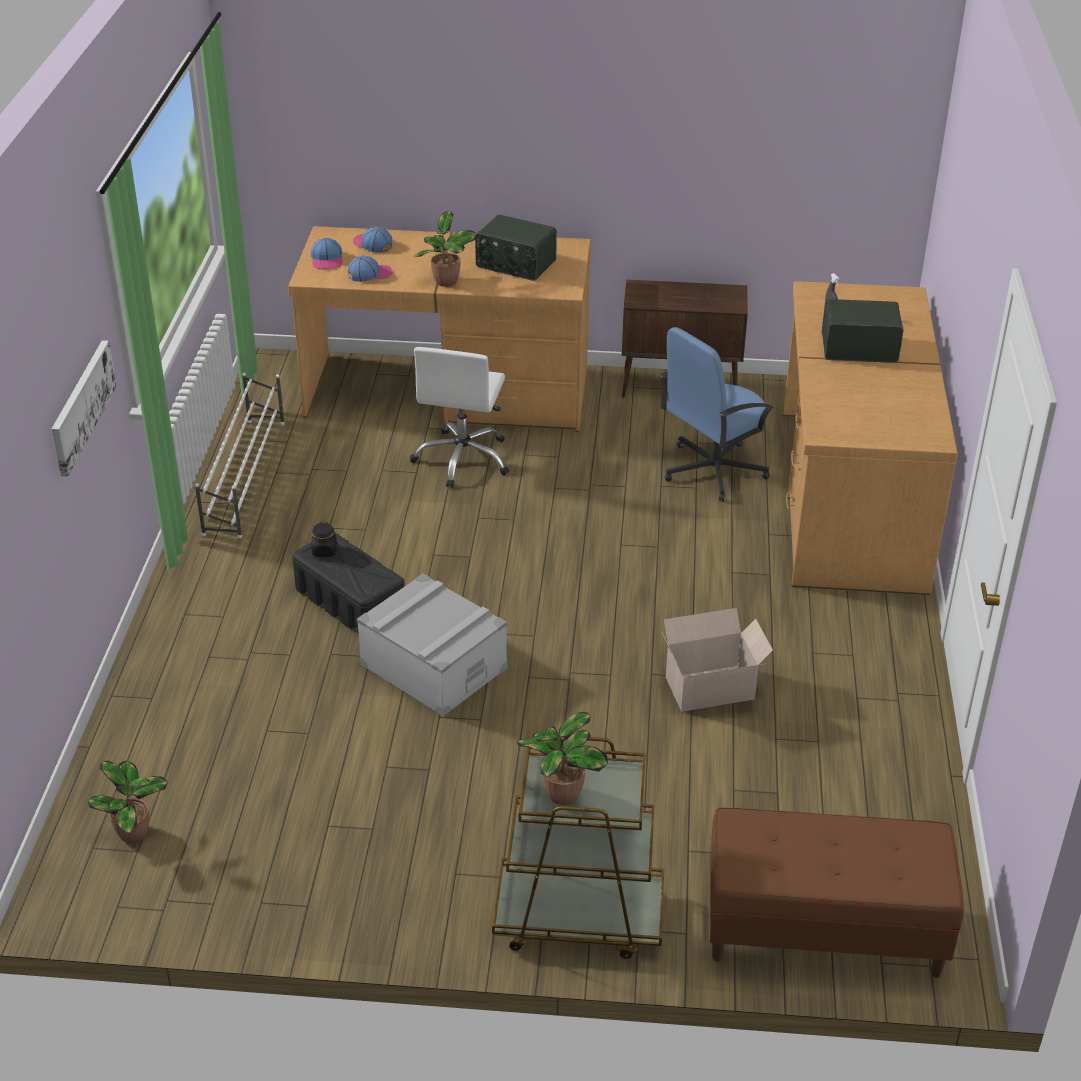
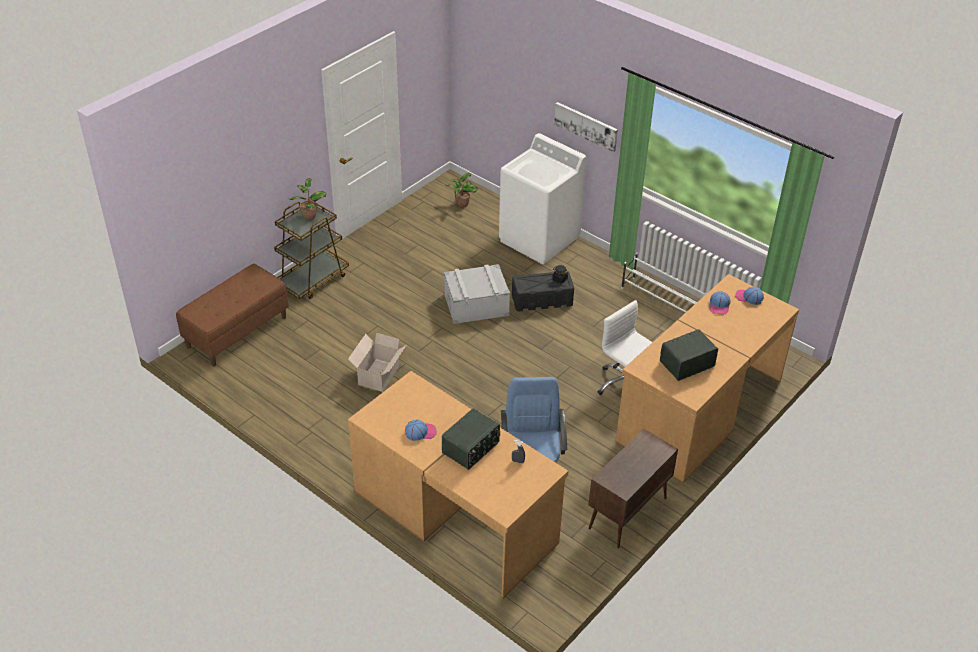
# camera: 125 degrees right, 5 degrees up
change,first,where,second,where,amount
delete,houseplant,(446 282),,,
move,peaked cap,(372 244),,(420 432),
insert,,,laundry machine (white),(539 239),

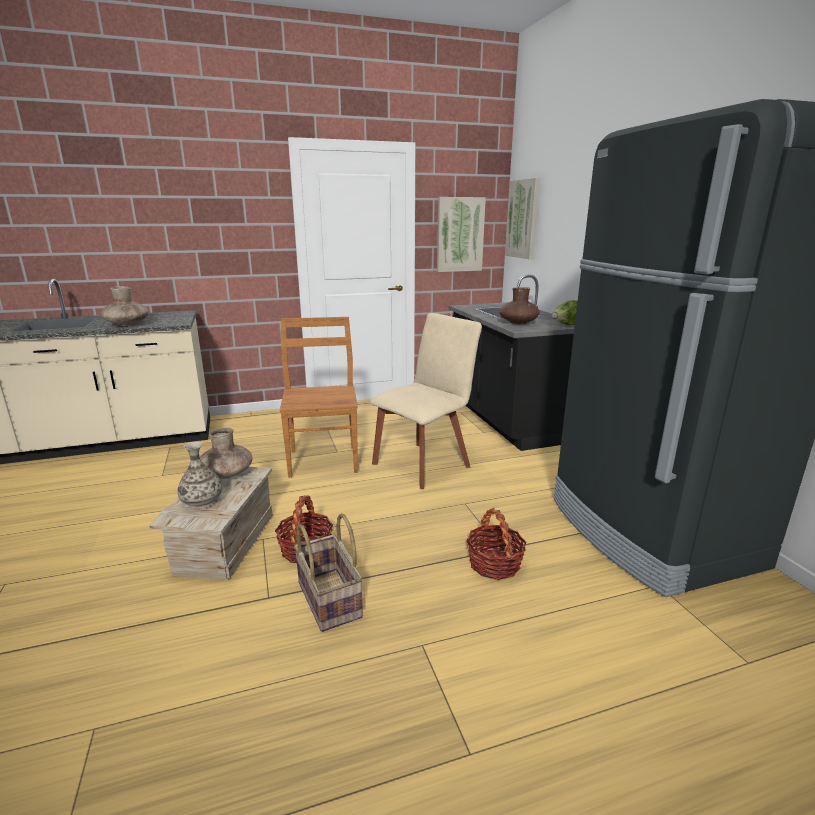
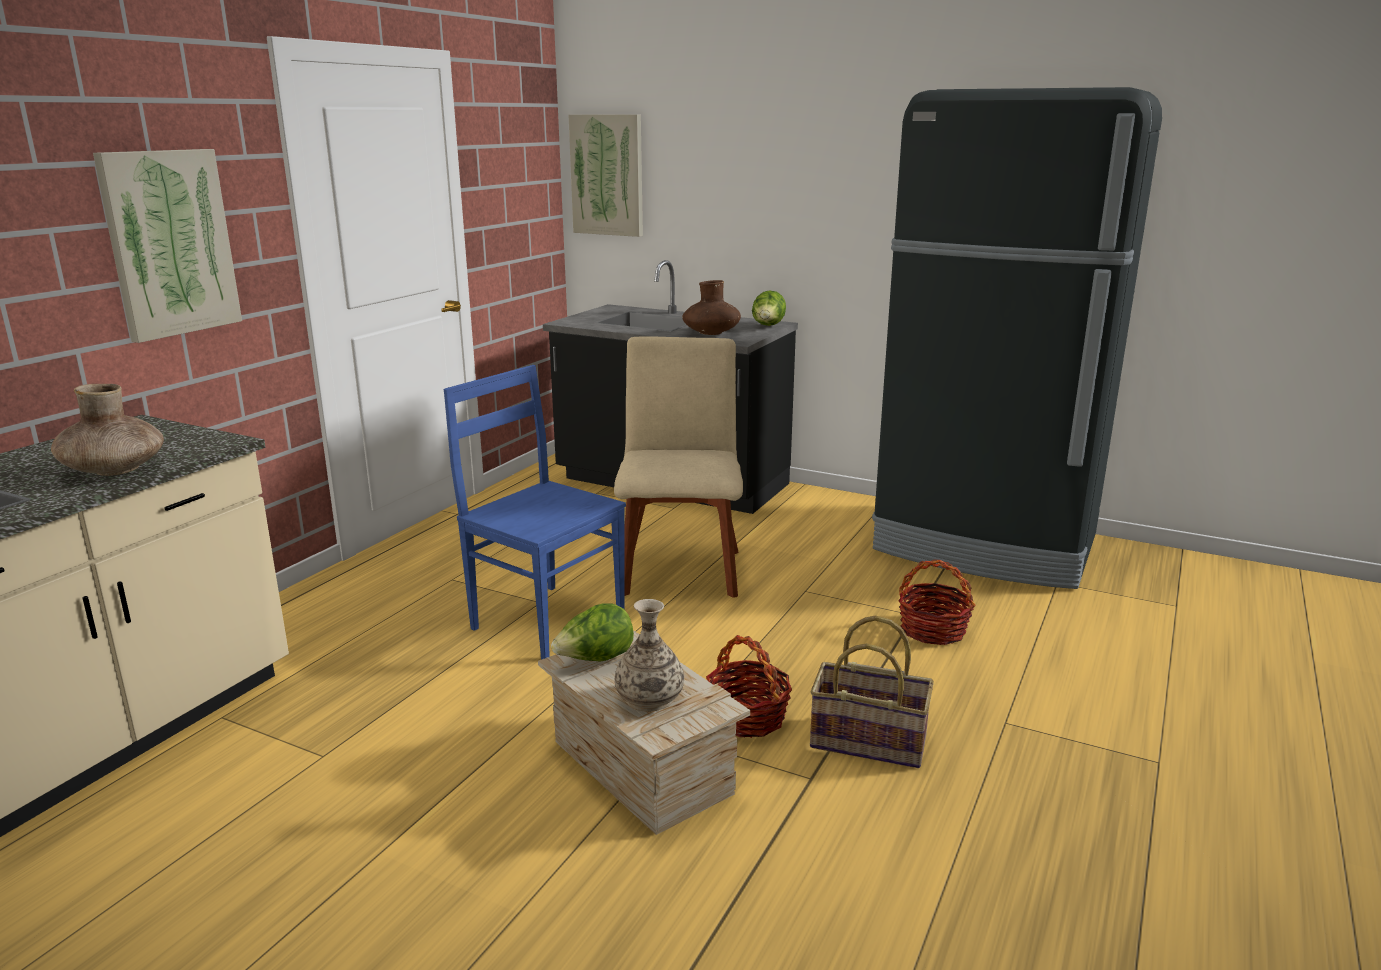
# camera: 45 degrees left, 0 degrees up
change,first,where,second,where,amount
move,wall art,(460 234),,(169 243),
recolor,upright chair (brown-coloured),(323 460),upright chair (blue),(545 619),
replace,vase (brown-coloured),(226 474),lettuce head,(595 660),

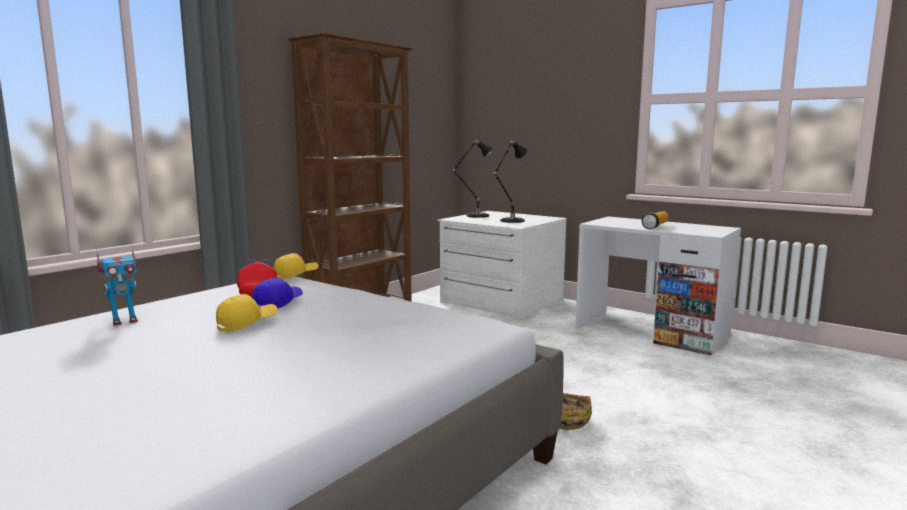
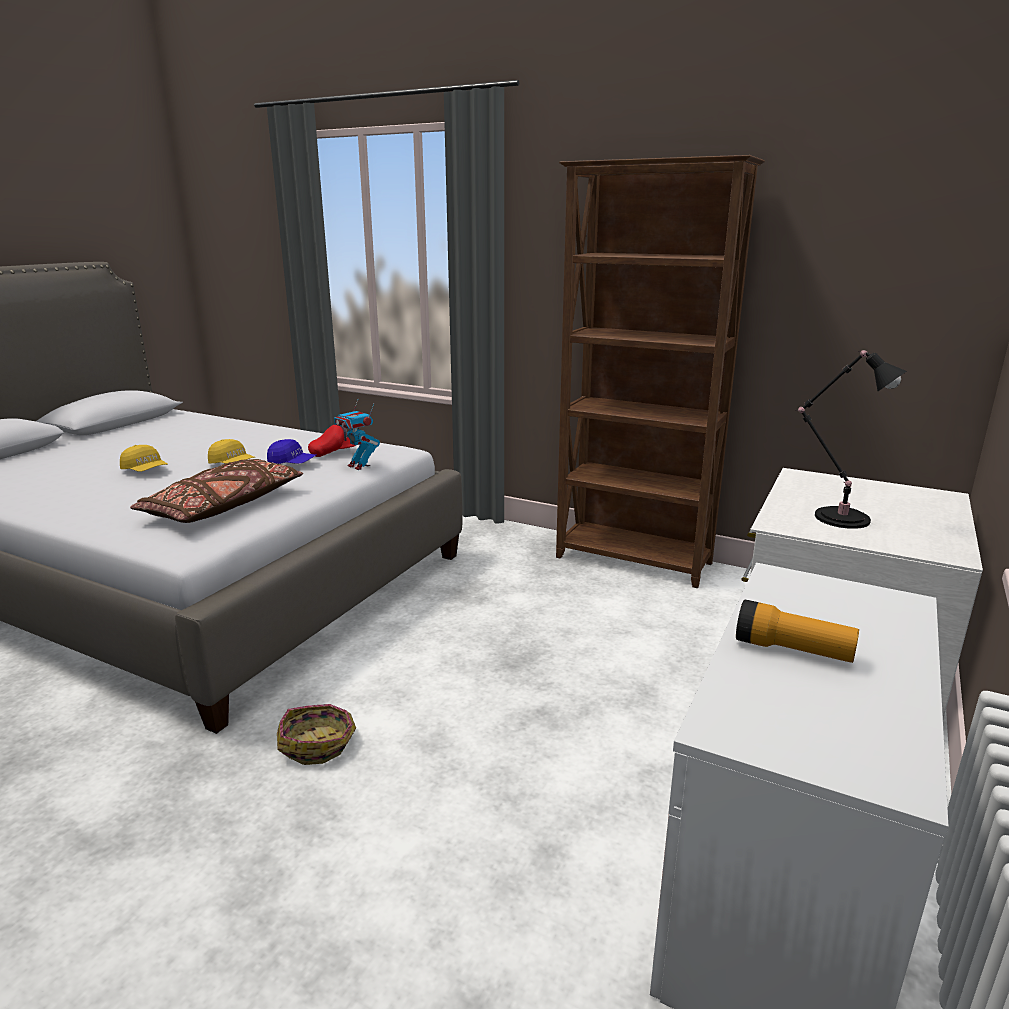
# camera: 80 degrees right, 10 degrees up
change,first,where,second,where,amount
delete,tabletop lamp (blackish),(475 216),,,
move,model robot,(124 321),,(359 466),
move,peaked cap (yellow),(296 275),,(145 471),
insert,,,throw pillow (brown-coloured),(224 506),

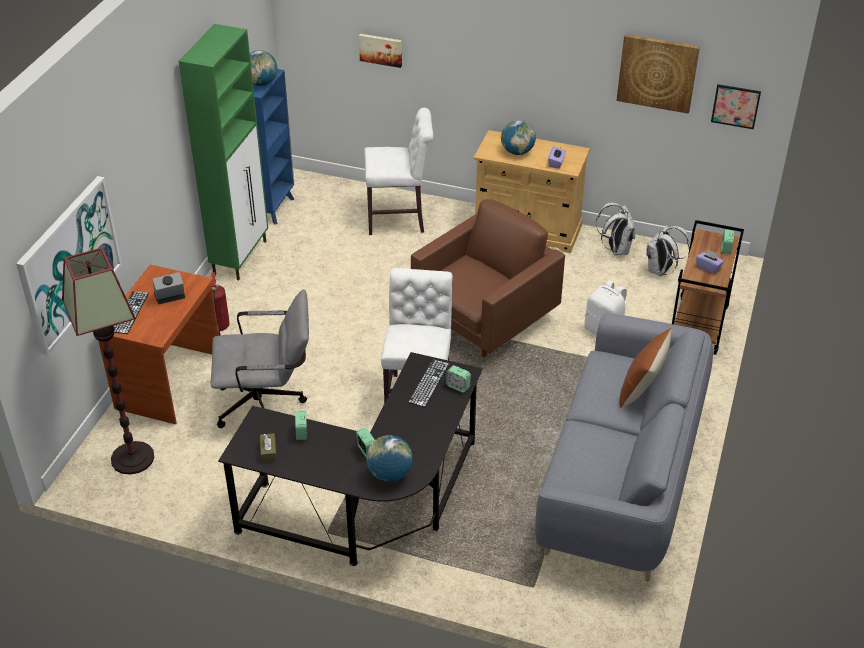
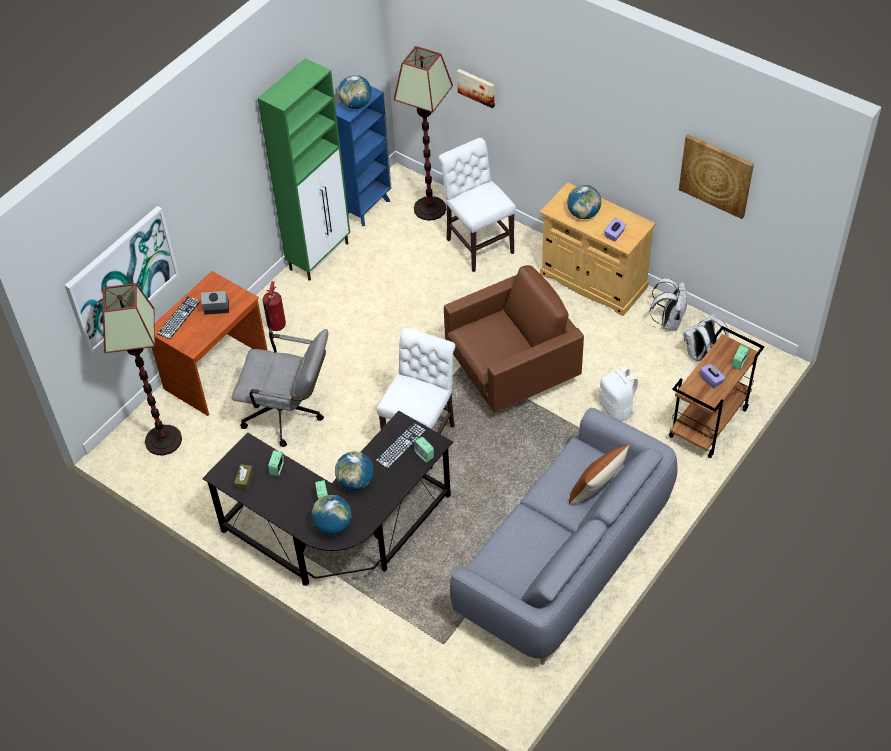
# camera: 20 degrees right, 10 degrees up
change,first,where,second,where,amount
delete,wall art,(735 106),,,
rotate,upright chair (white),(399 219),,(478 244),135 degrees counterclockwise
insert,,,floor lamp,(430 209),
insert,,,desk globe,(355 482),

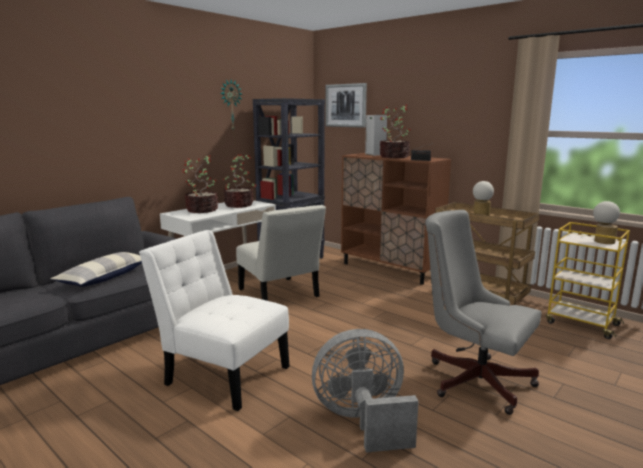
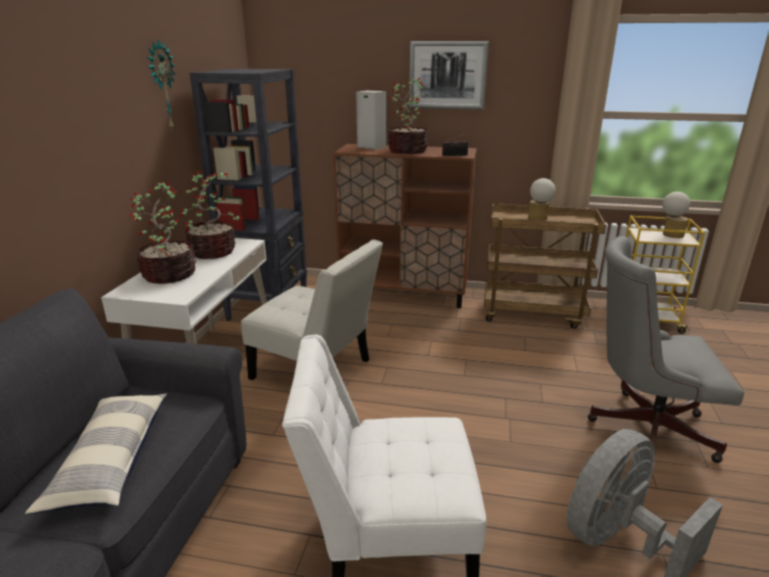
# camera: 30 degrees left, 10 degrees up
change,first,where,second,where,amount
move,wall art,(345 105),,(447 75),

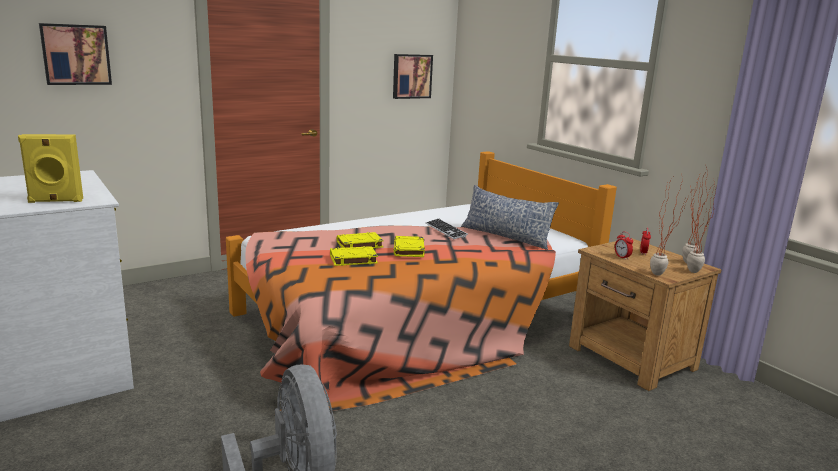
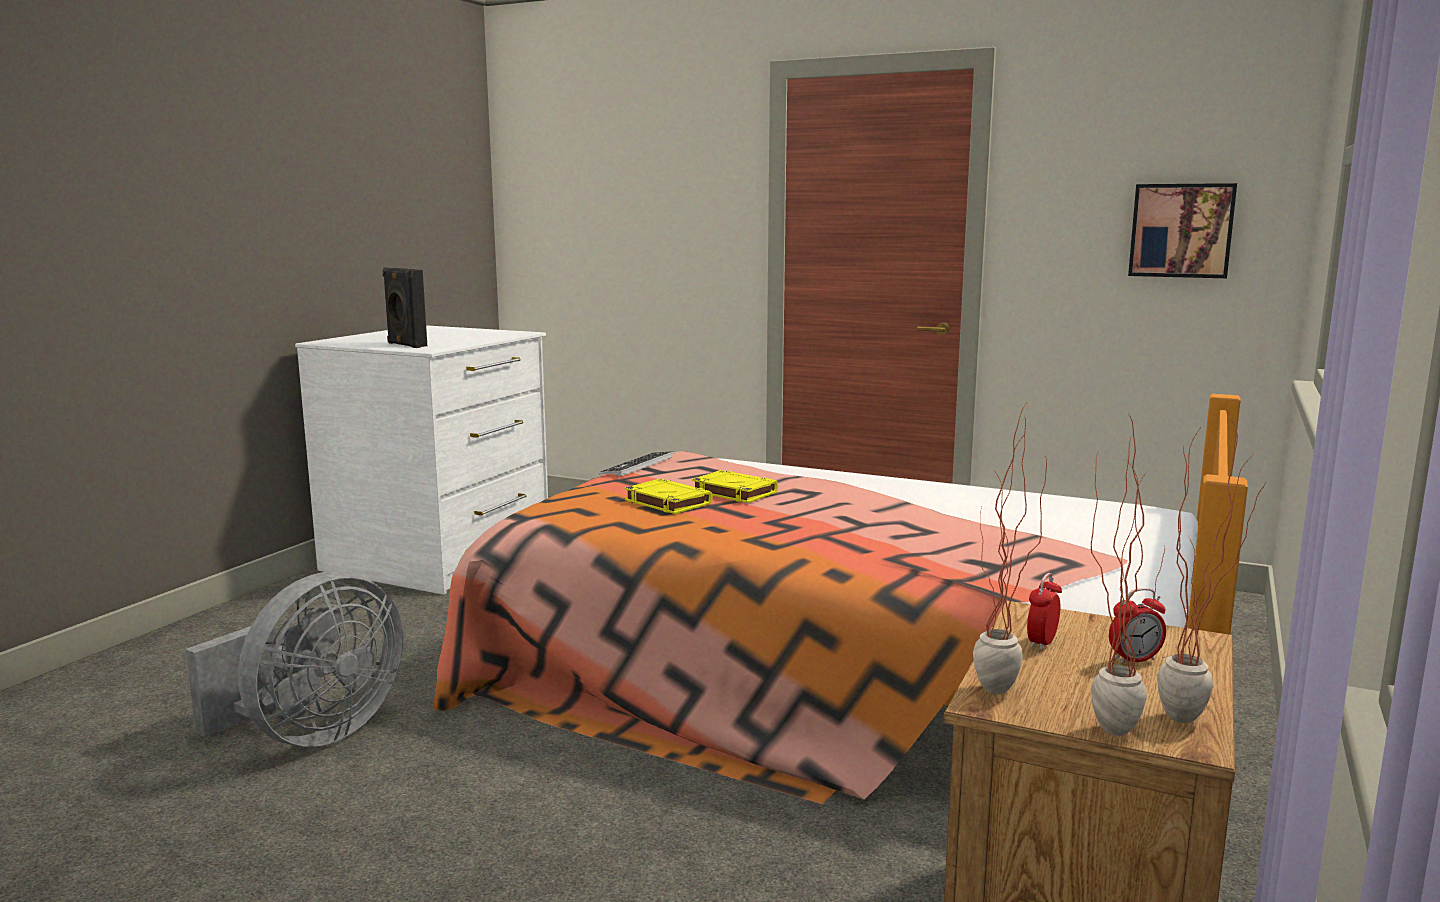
# camera: 60 degrees right, 5 degrees down
change,first,where,second,where,amount
delete,wall art,(76 54),,,
recolor,audio speaker (yellow),(55 201),audio speaker (blackish),(406 345),
delete,throw pillow,(505 236),,,
move,computer keyboard,(445 230),,(637 466),
delete,book (yellow),(409 250),,,

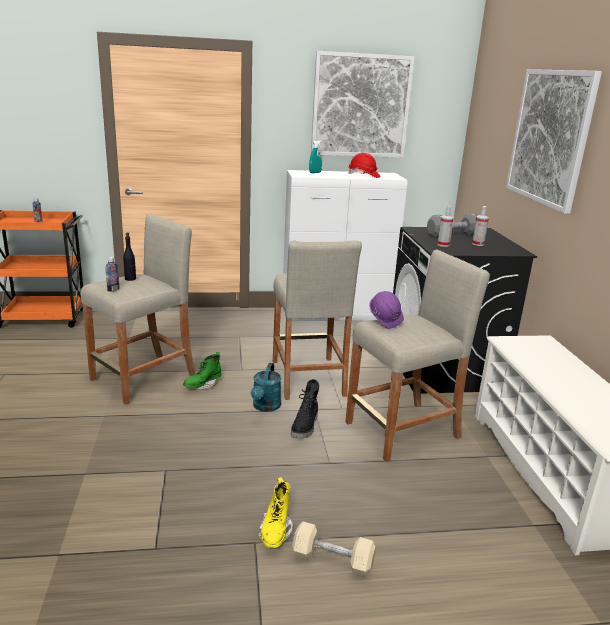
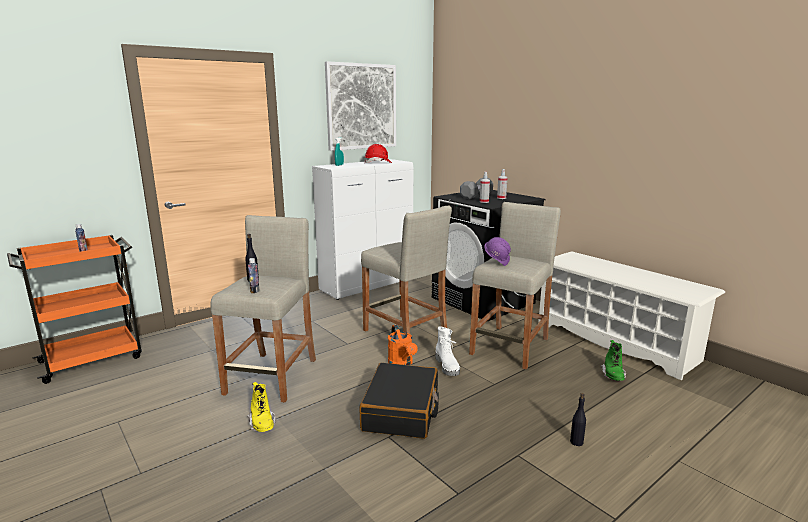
# camera: 30 degrees left, 5 degrees down
change,first,where,second,where,amount
delete,wall art,(550 137),,,
move,boot (greenish),(202 385),,(613 376),
recolor,sprinkling can (blue-green),(265 407),sprinkling can (orangey),(402 364),
recolor,boot (blackish),(305 426),boot (white),(447 366),
move,boot (yellow),(275 532),,(262 424),
replace,free weight (beige-coloured),(332 560),drink bottle (blackish),(576 442),
insert,,,piece of luggage (blackish),(401 411),

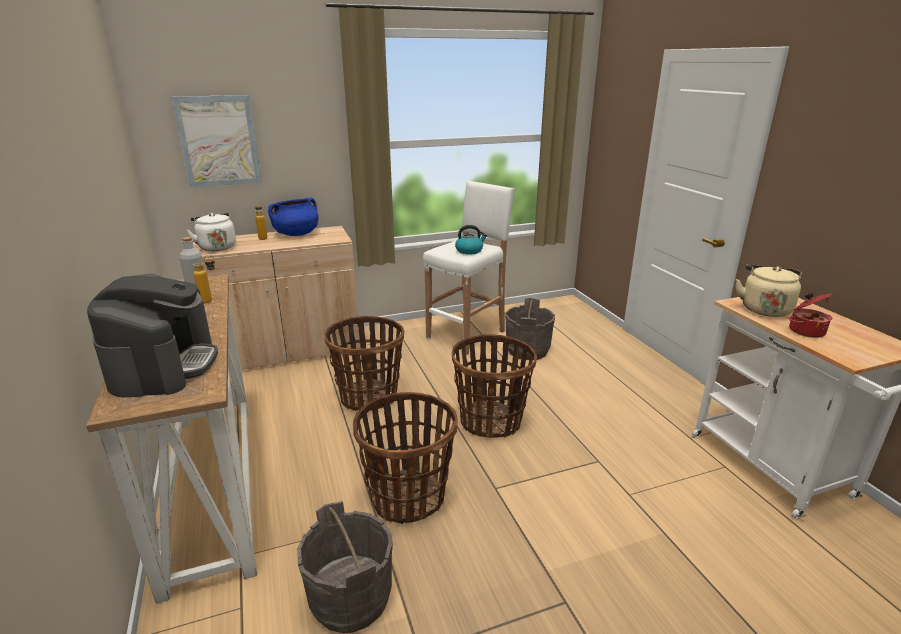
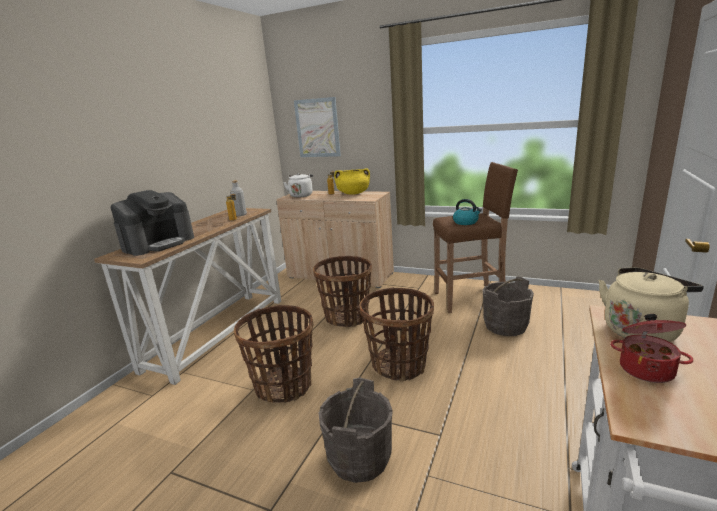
# camera: 45 degrees right, 5 degrees down
change,first,where,second,where,amount
recolor,stool (white),(467 334),stool (brown-coloured),(470 299),
recolor,cooking pot (blue),(296 234),cooking pot (yellow),(353 193),
move,water bucket (grey),(350 599),,(359 457),

